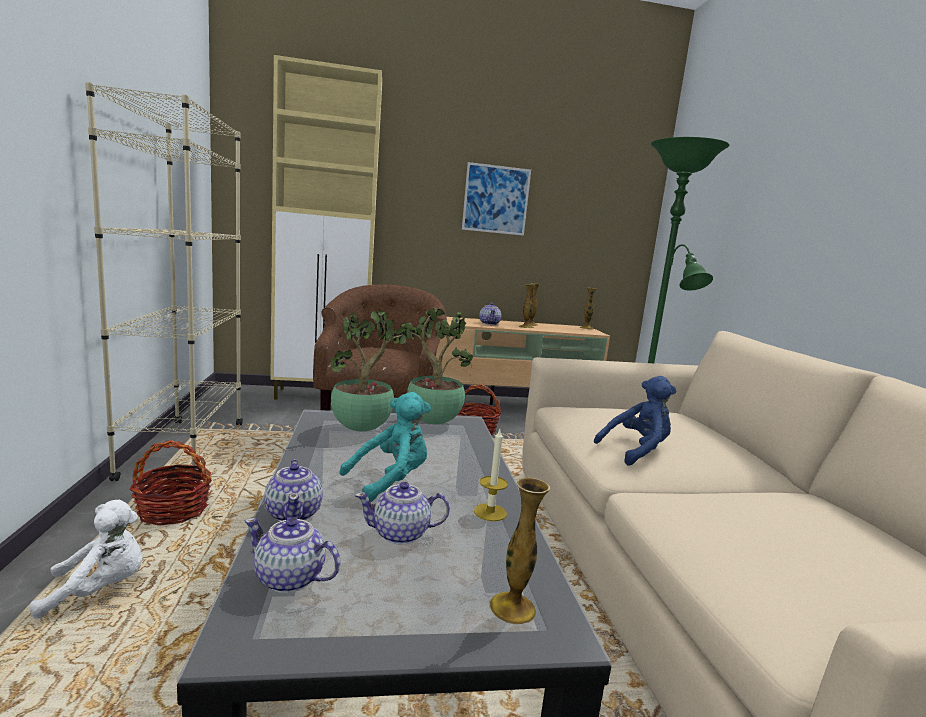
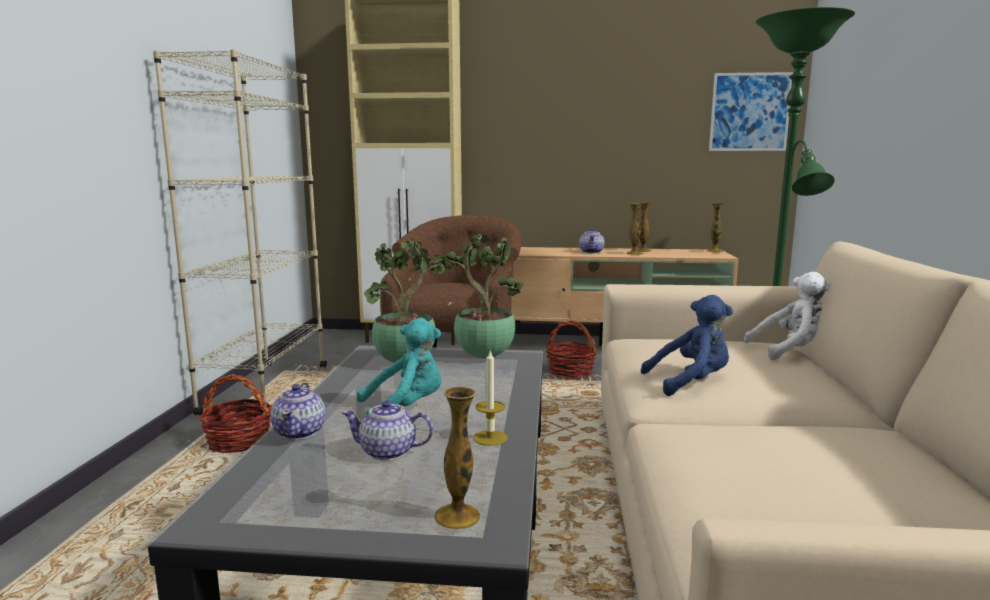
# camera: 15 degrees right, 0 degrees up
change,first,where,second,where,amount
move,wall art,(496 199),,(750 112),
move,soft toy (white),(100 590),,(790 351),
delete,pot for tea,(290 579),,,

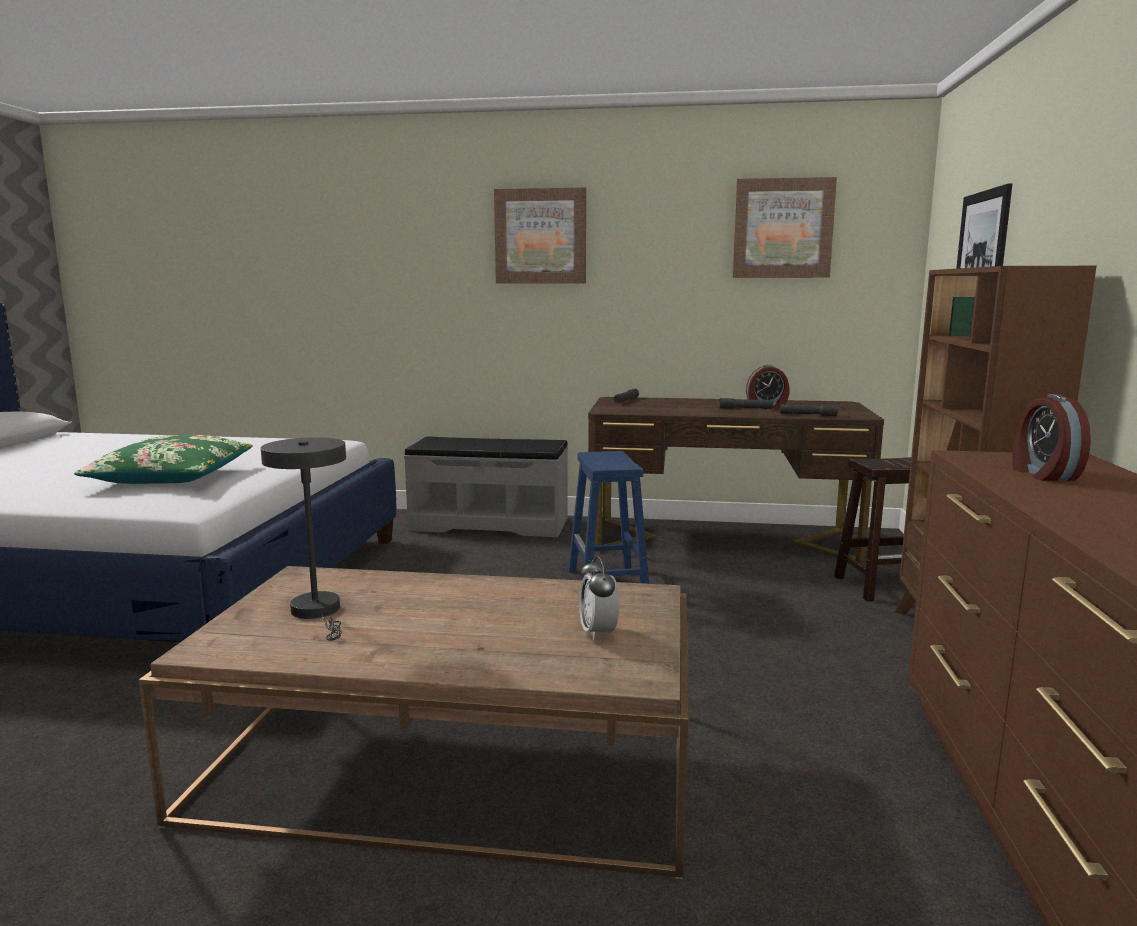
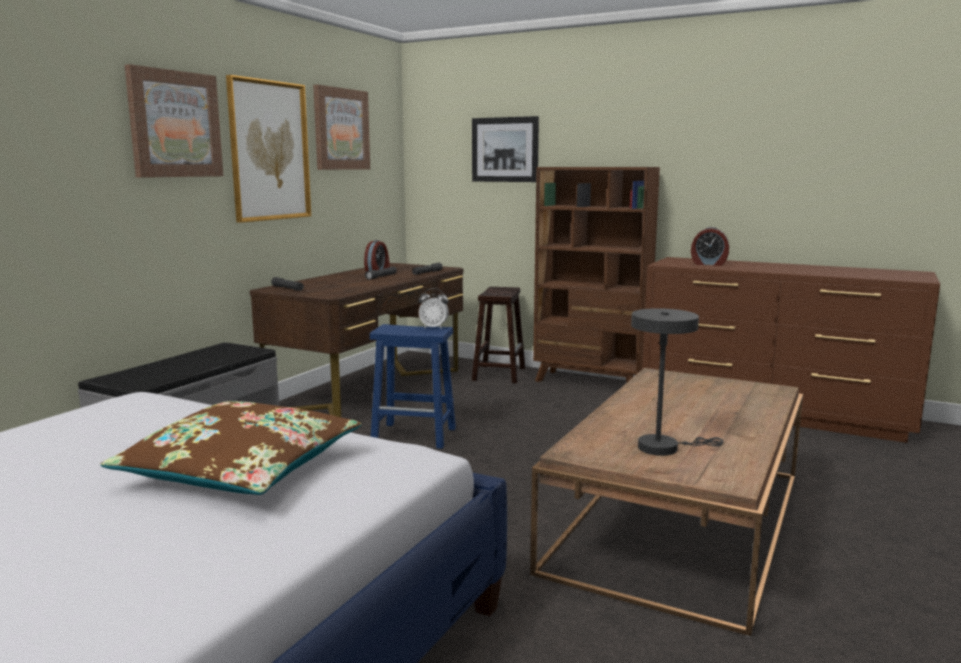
# camera: 70 degrees left, 0 degrees up
change,first,where,second,where,amount
recolor,throw pillow (greenish),(172 477),throw pillow (brown-coloured),(241 469),
move,alarm clock,(598 632),,(434 327),
insert,,,wall art,(269 151),

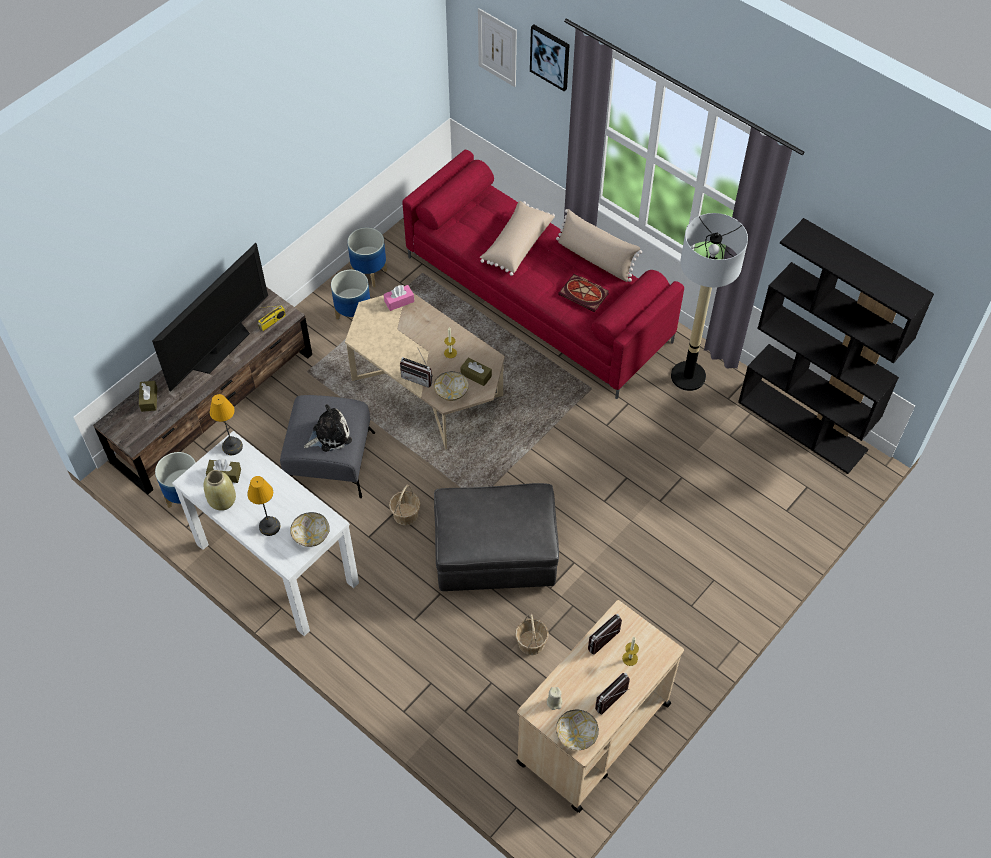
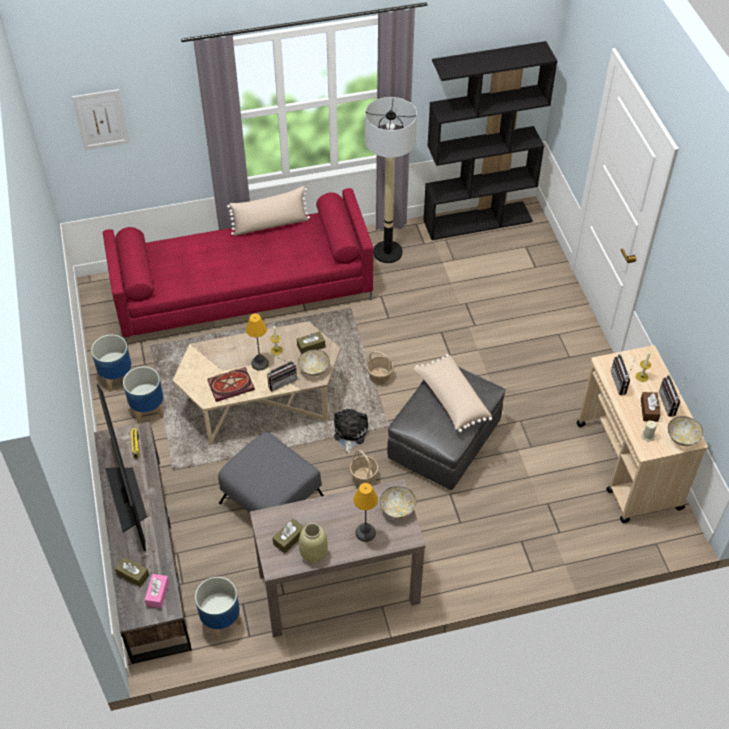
# camera: 55 degrees left, 5 degrees down
change,first,where,second,where,amount
delete,wall art,(550 57),,,
move,throw pillow (beige-coloured),(516 245),,(451 399),
move,book,(585 294),,(232 385),
move,tissue holder (pinkish),(399 301),,(157 594),
move,tabletop lamp,(233 447),,(260 363),
move,soft toy,(329 435),,(349 433),
recolor,narrow table (white),(276 563),narrow table (brown-coloured),(338 588),
move,storage basket,(531 642),,(379 377),
insert,,,tissue holder (brown-coloured),(649 410),

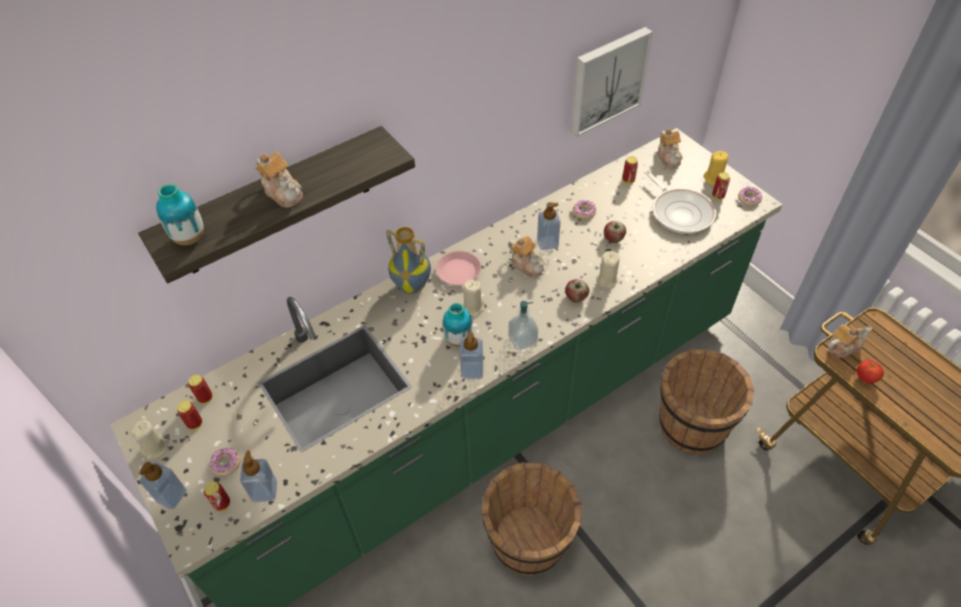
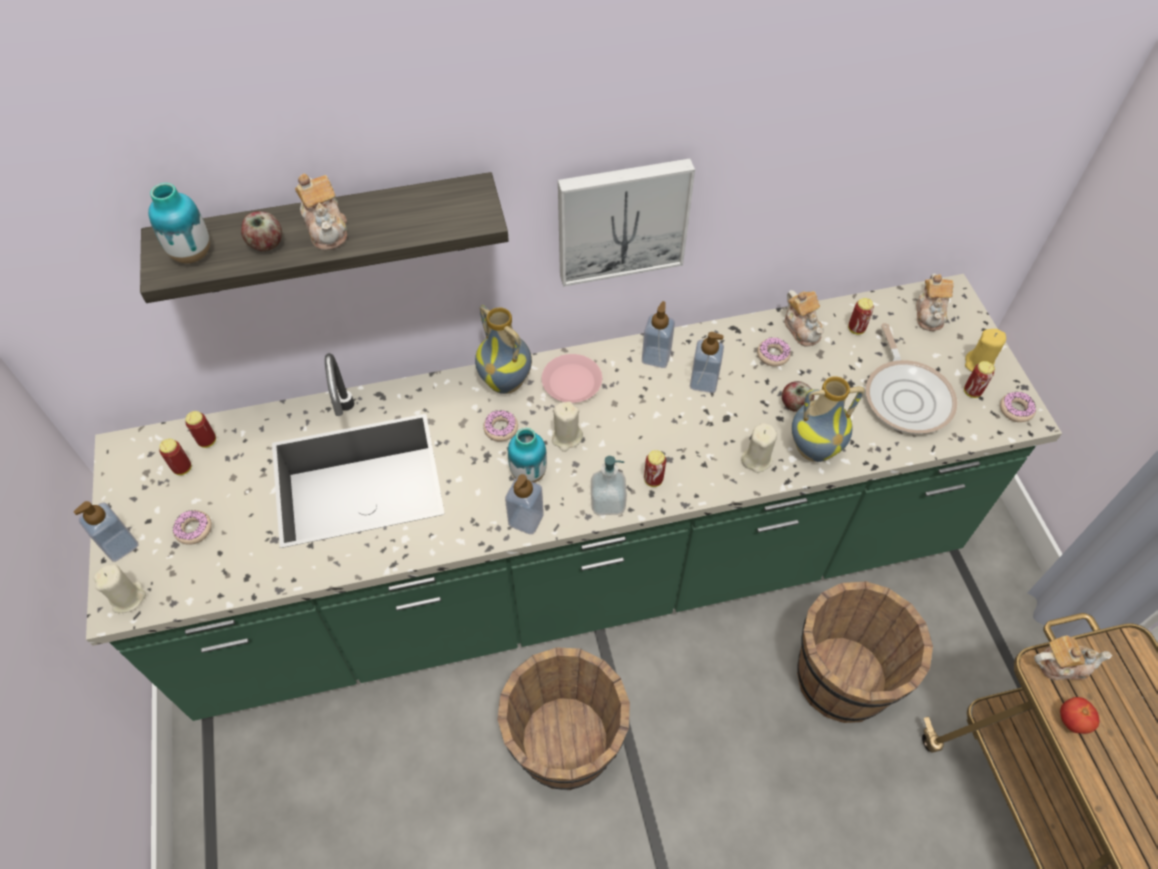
# camera: 20 degrees right, 5 degrees up
change,first,where,second,where,amount
move,wall art,(607 80),,(622 219),
move,pot for tea,(527 265),,(802 328),
move,apple fruit,(576 297),,(266 244),
move,wax light (beige-coloured),(155 447),,(128 598),
move,liquid soap bottle,(264 491),,(656 357),
move,sealed can,(222 504),,(653 480),
insert,,,vase,(814 447),
insert,,,ring doughnut,(501 428),

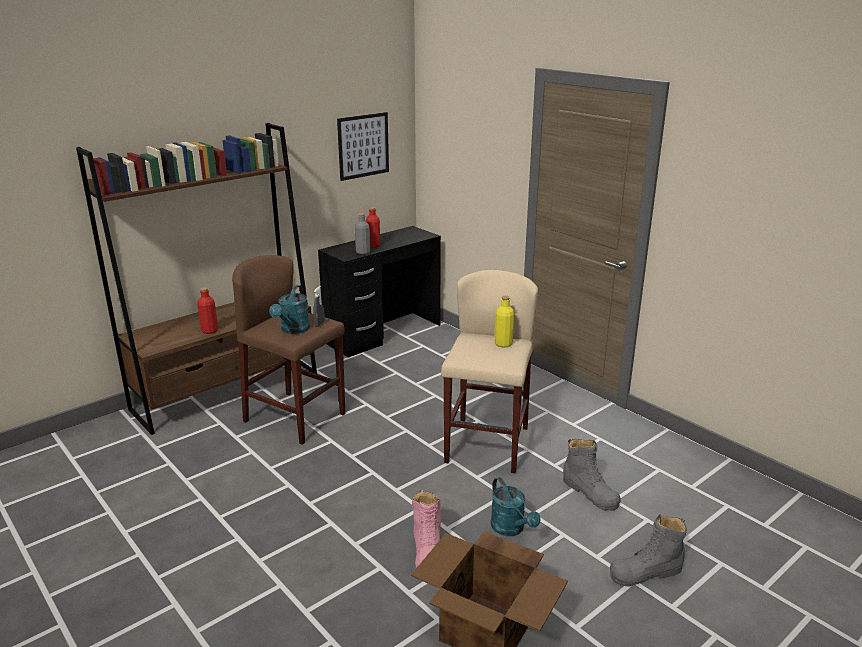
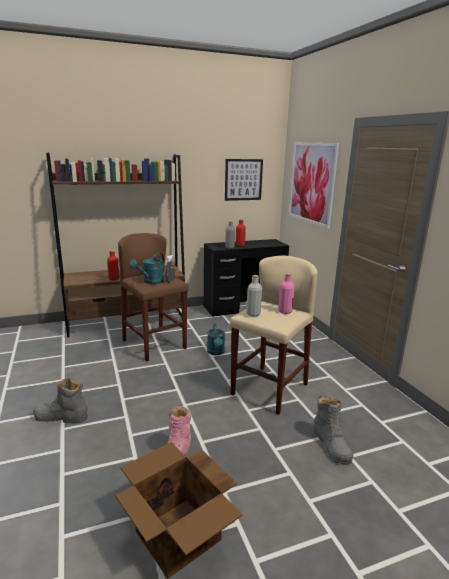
# camera: 20 degrees right, 5 degrees down
change,first,where,second,where,amount
recolor,drink bottle (yellow),(503 344),drink bottle (pinkish),(285 311),
move,sprinkling can (blue-green),(511 529),,(216 352),
move,boot (grey),(646 572),,(61 417),
insert,,,wall art,(312 183),
insert,,,drink bottle (grey),(253 314),

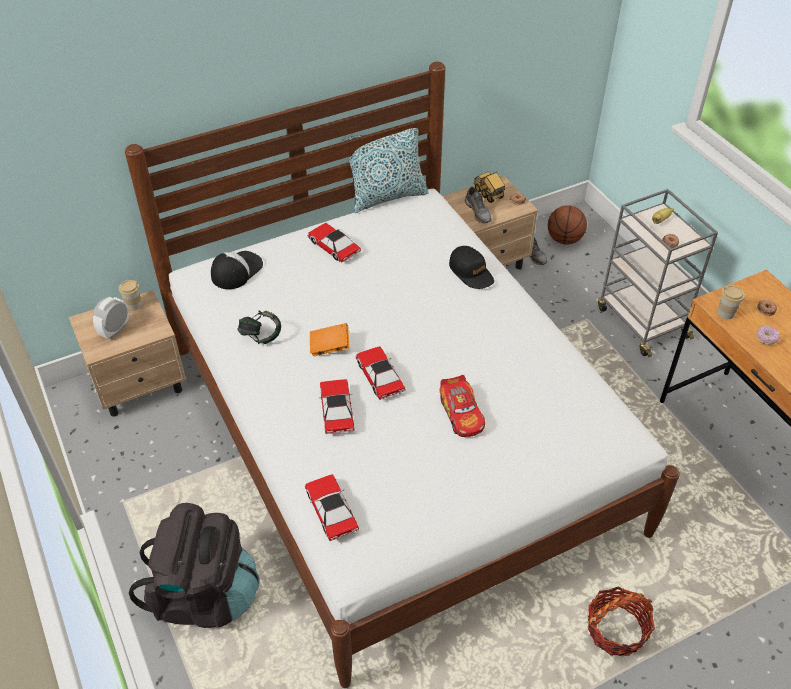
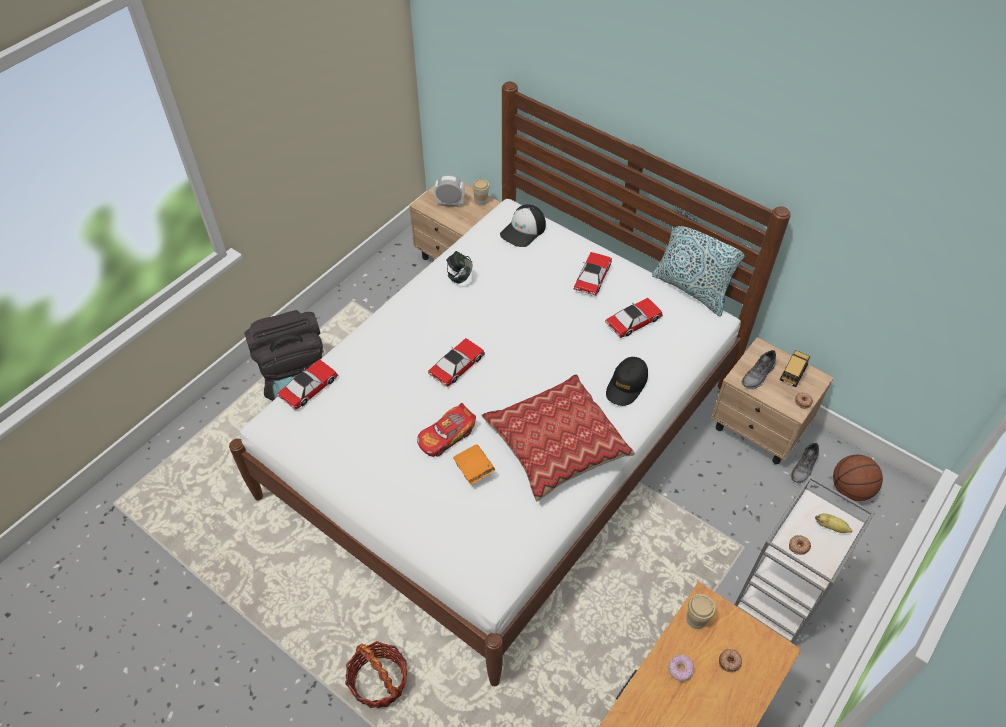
# camera: 65 degrees right, 5 degrees up
change,first,where,second,where,amount
rotate,peaked cap,(236 270),,(523 230),120 degrees clockwise
move,book (orangey),(329 347),,(474 470),
move,model car,(337 410),,(633 321),
insert,,,throw pillow,(556 443),

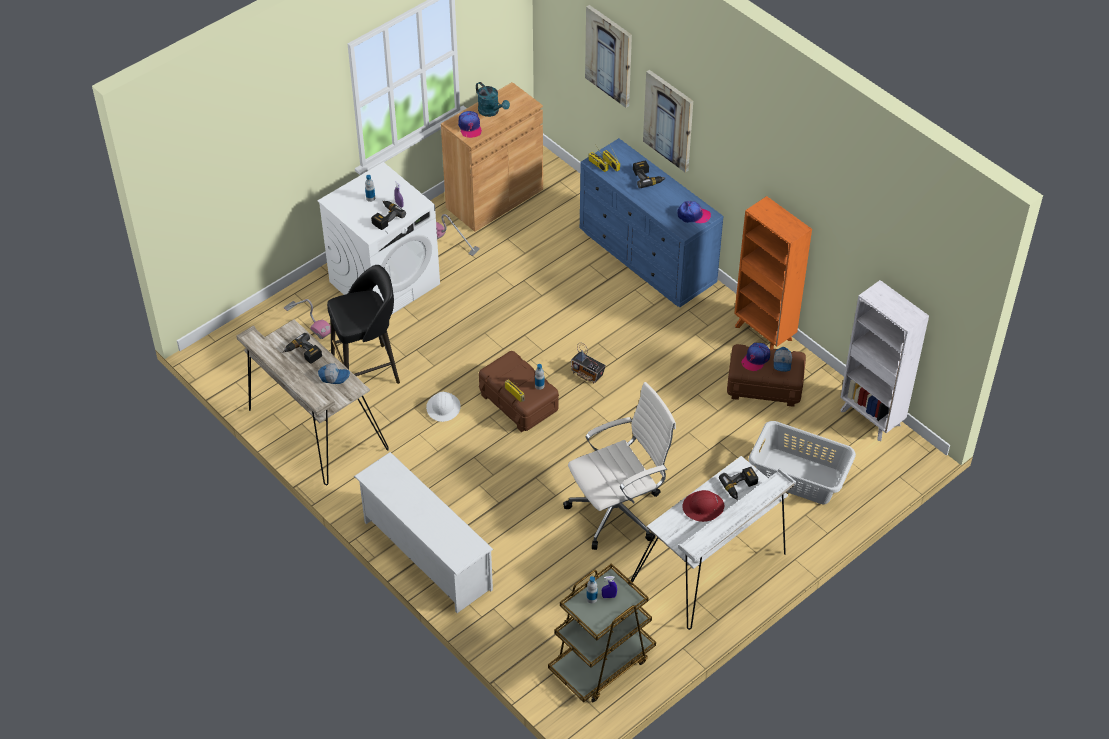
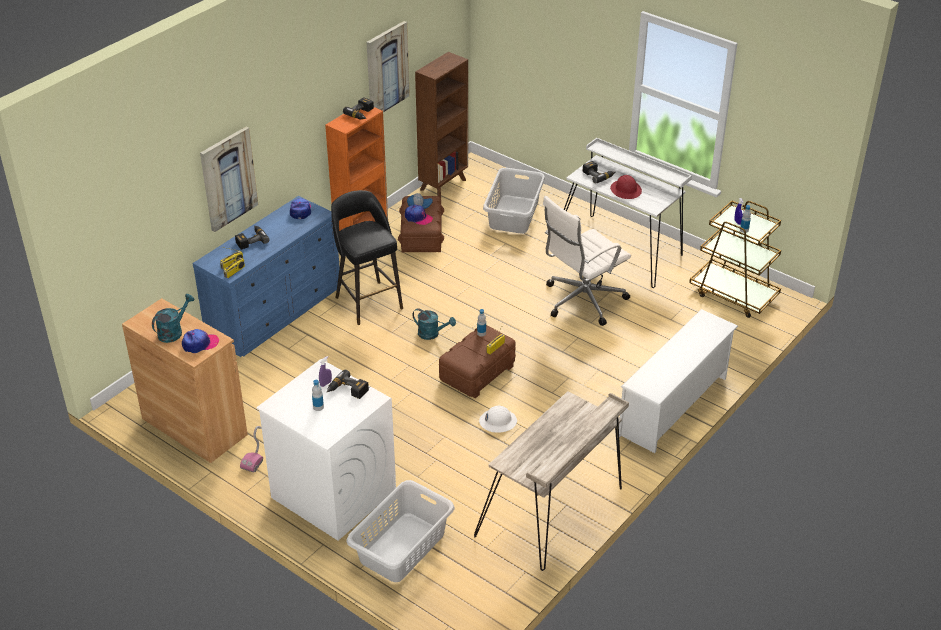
# camera: 100 degrees left, 10 degrees down
change,first,where,second,where,amount
move,wall art,(609 55),,(387 69),
move,stool (blackish),(368 370),,(368 302),
recolor,shelving unit (white),(871 418),shelving unit (brown-coloured),(444 184),
replace,hoover,(308 321),washing basket (grey),(401 547),
move,electric drill,(303 353),,(362 114),
replace,radio,(587 374),sprinkling can (blue-green),(432 334),
delete,peaked cap,(334 376),,,
rotate,desk chair (white),(618 511),,(582 301),90 degrees counterclockwise

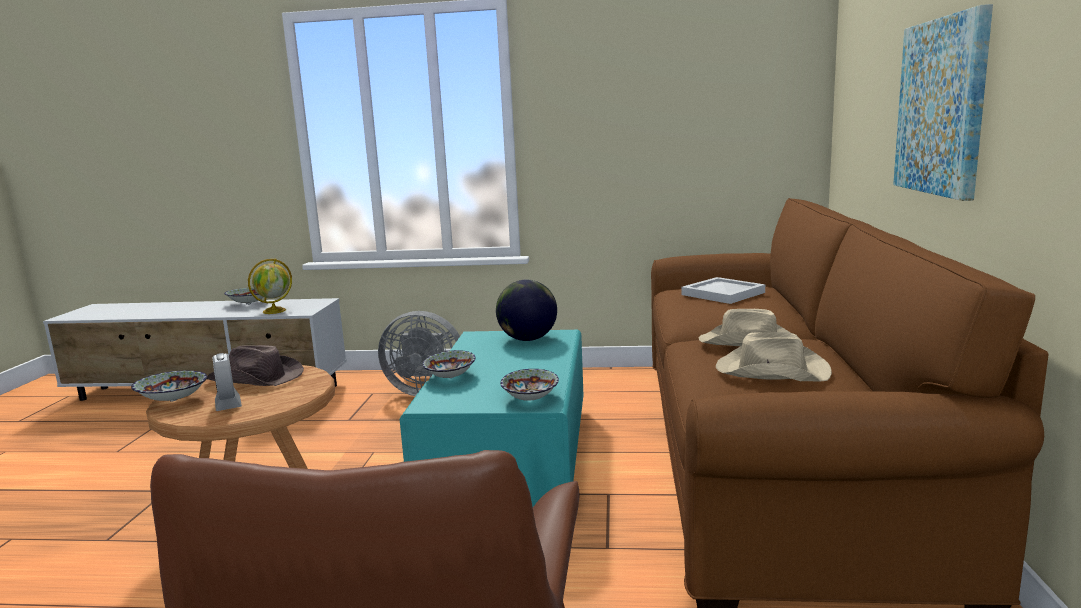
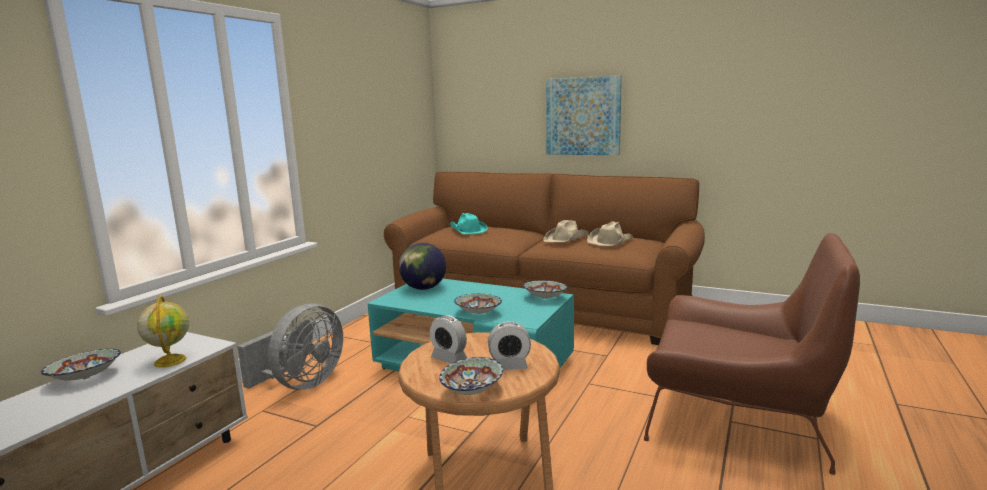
# camera: 70 degrees left, 0 degrees up
change,first,where,second,where,amount
replace,carrying tray (white),(721 293),clothing hat (blue-green),(467 230),
replace,clothing hat (brown-coloured),(256 379),alarm clock,(449 358),

